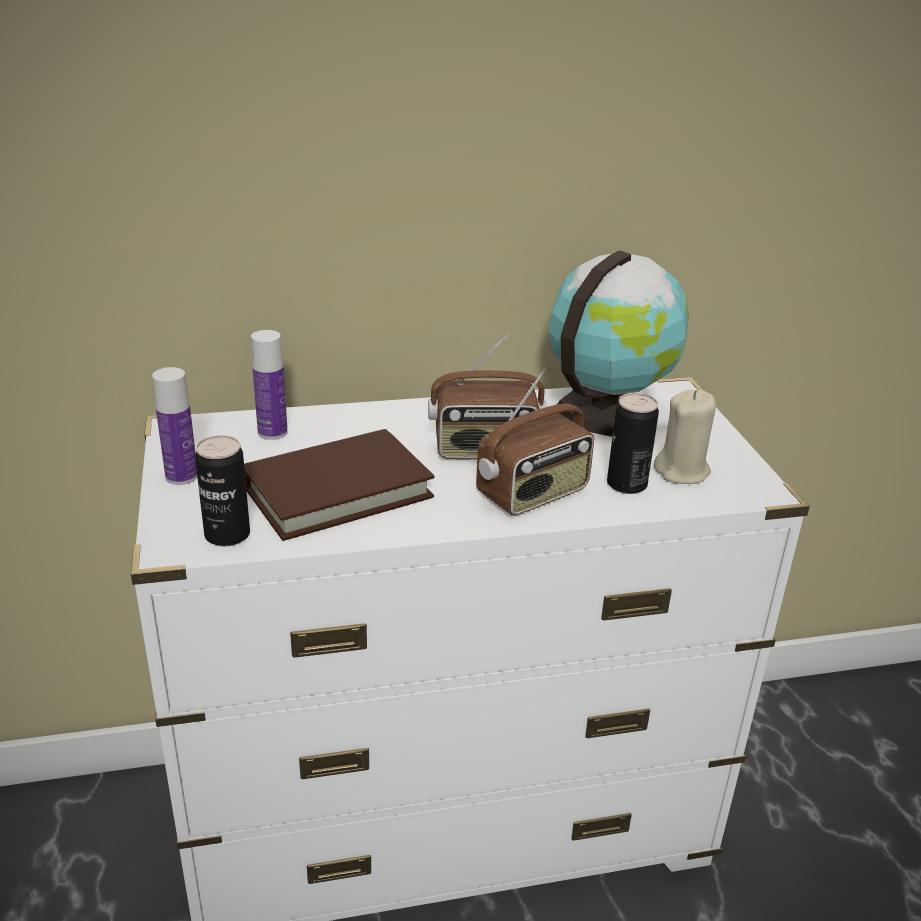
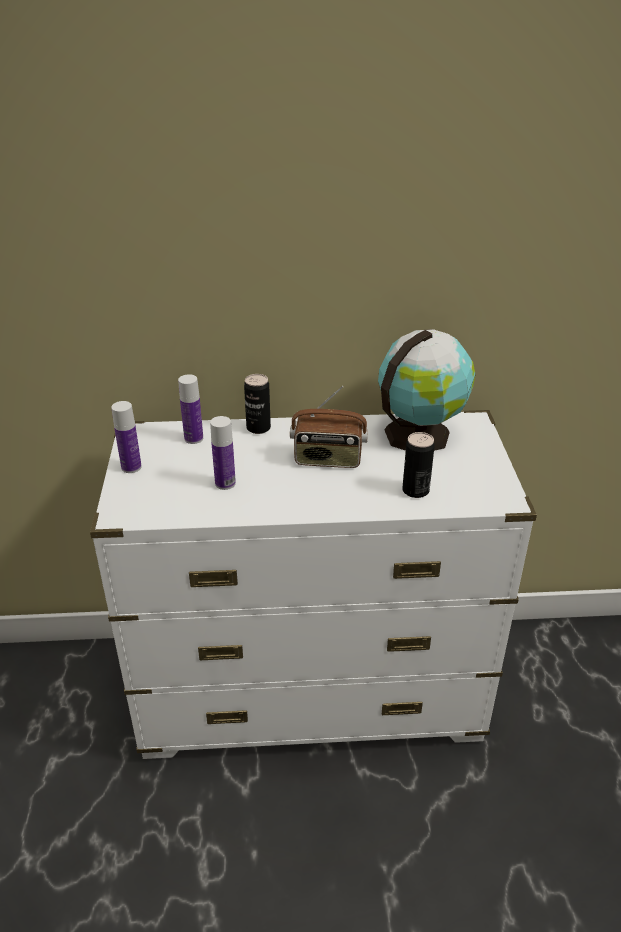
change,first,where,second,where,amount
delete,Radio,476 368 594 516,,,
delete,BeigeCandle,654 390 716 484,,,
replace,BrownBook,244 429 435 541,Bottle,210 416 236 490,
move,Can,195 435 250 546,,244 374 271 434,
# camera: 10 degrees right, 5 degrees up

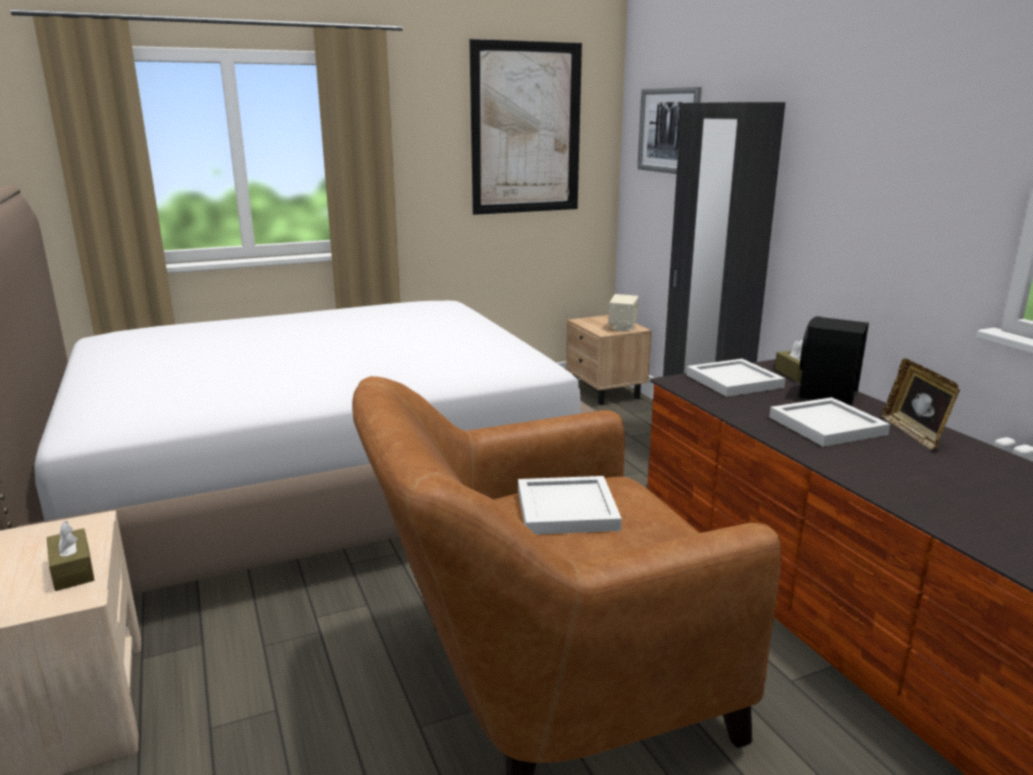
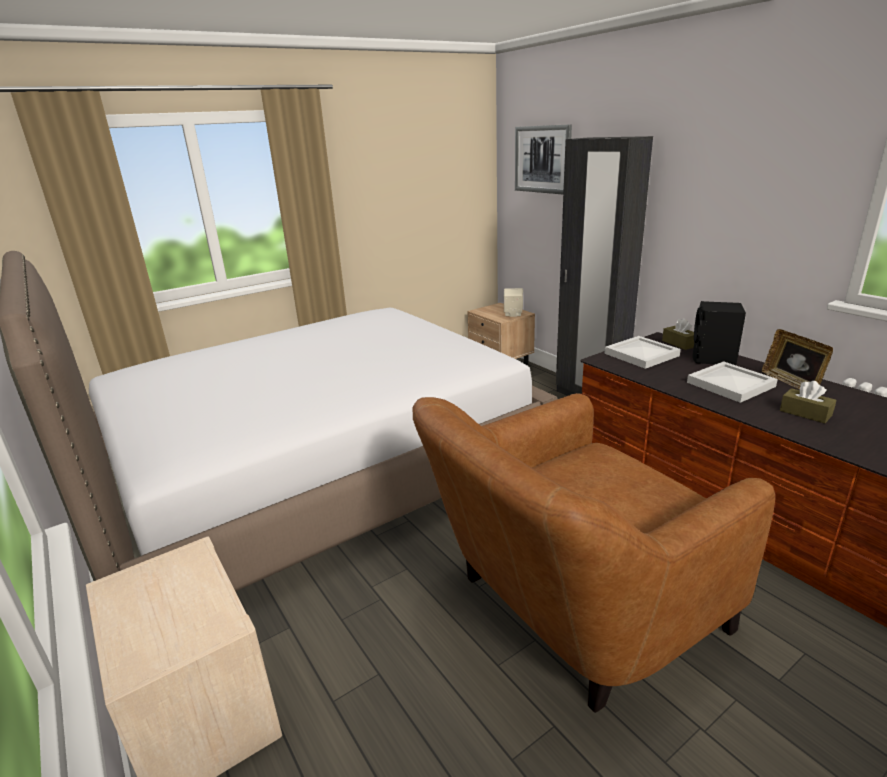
change,first,where,second,where,amount
delete,Picture,469 39 582 215,,,
delete,WhiteTray,518 476 622 535,,,
move,BrownTissueBox,47 521 94 591,,780 381 836 423,
# camera: 10 degrees left, 5 degrees up

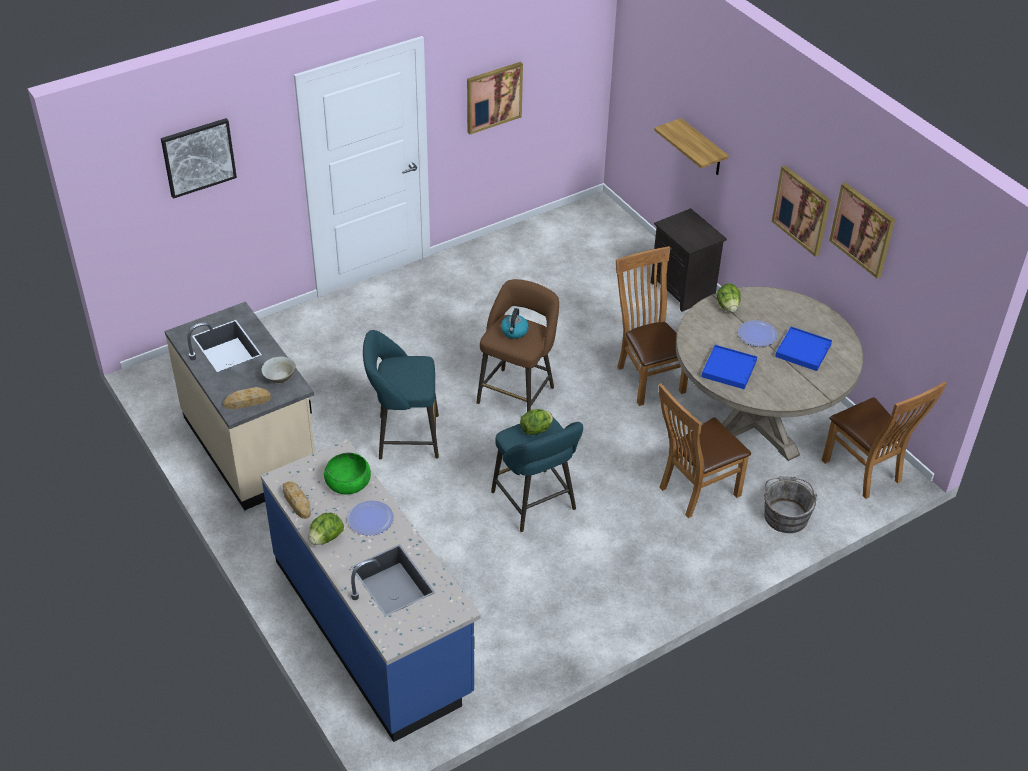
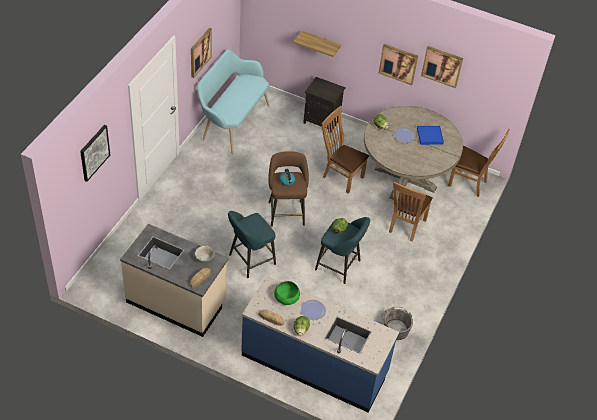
change,first,where,second,where,amount
delete,BlueTray,701 345 757 389,,,
move,GreyBucket,764 476 817 533,,382 307 413 340,
insert,,,TurquoiseBench,197 49 269 154,
# camera: 35 degrees left, 5 degrees up

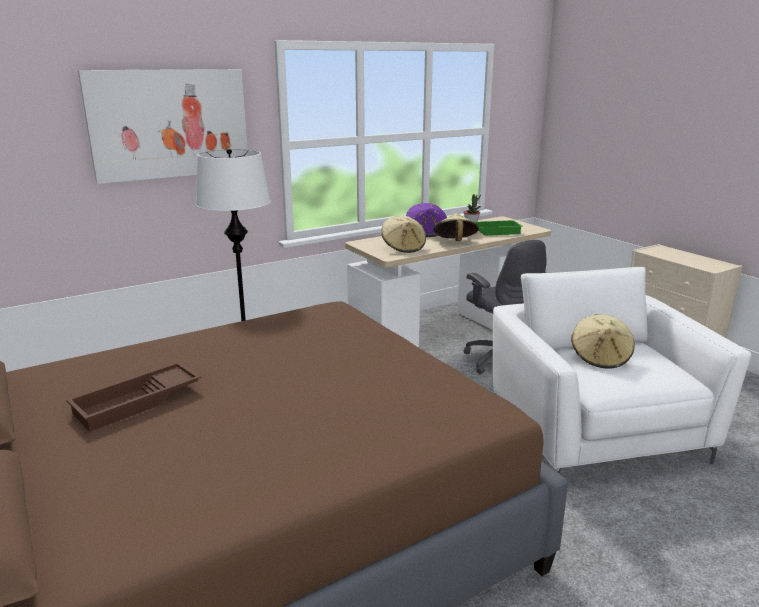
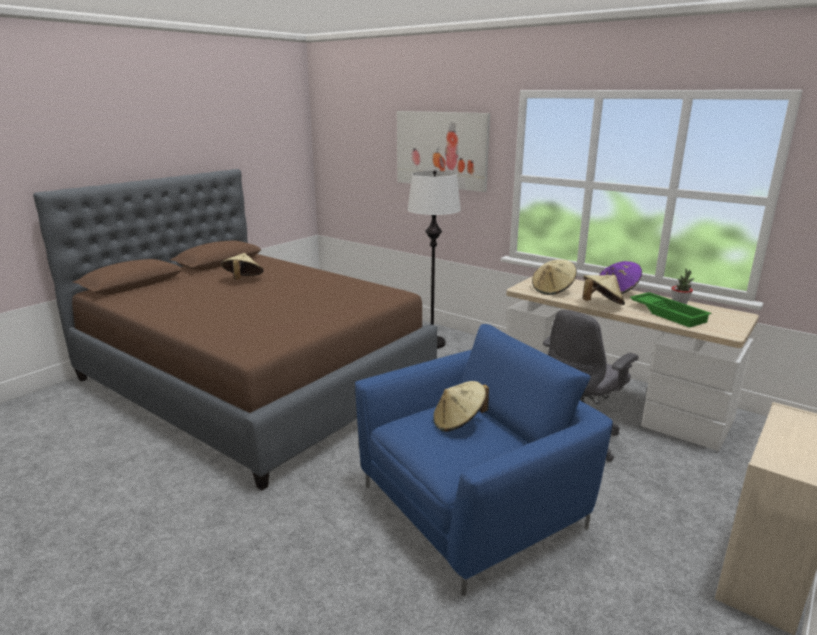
change,first,where,second,where,amount
recolor,WhiteArmchair,493 267 751 473,BlueArmchair,355 324 613 596,
replace,BrownTray,66 362 201 432,BeigeHat,221 253 264 280,
# camera: 70 degrees right, 0 degrees up

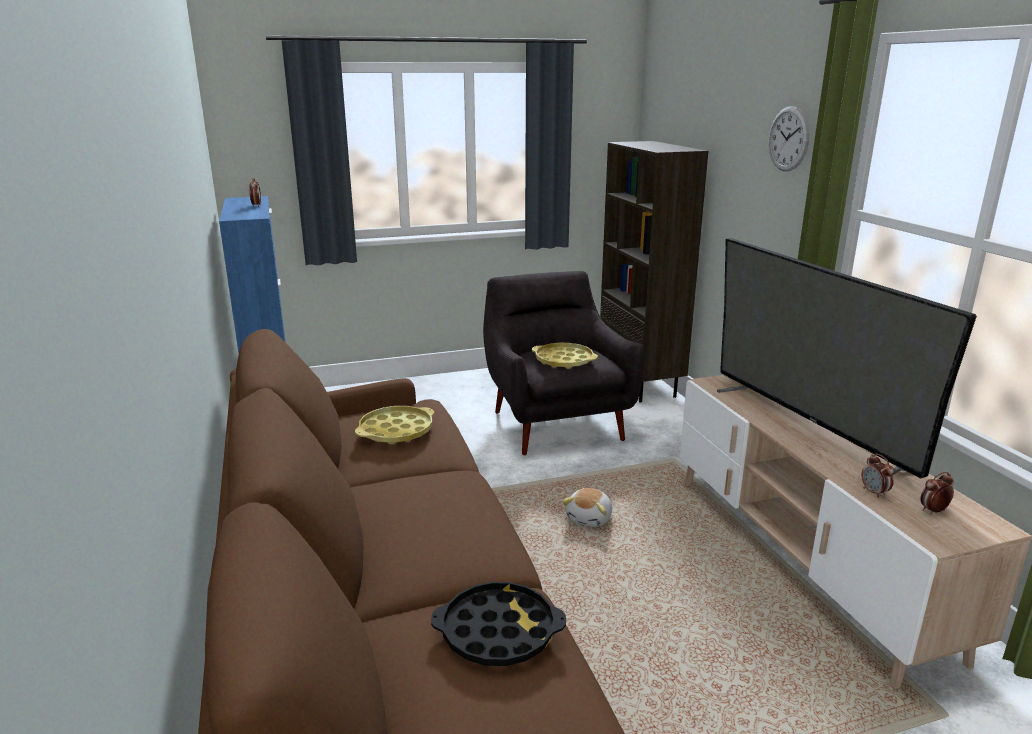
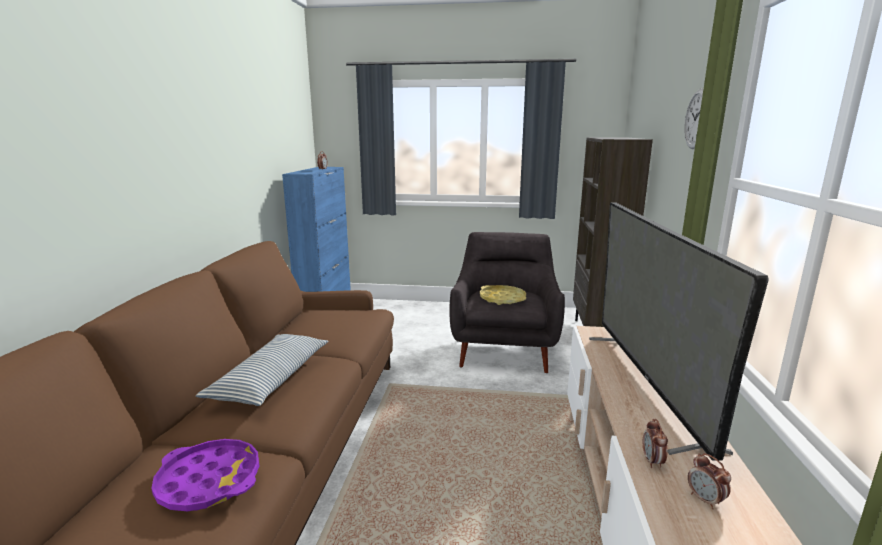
change,first,where,second,where,amount
delete,YellowTray,355 406 434 444,,,
rotate,AlarmClock,920 472 954 514,,688 453 731 509,120 degrees counterclockwise
delete,PlushToy,562 488 612 527,,,
recolor,BlackTray,431 582 566 666,PurpleTray,151 439 259 511,
insert,,,Pillow,196 334 328 406,
# camera: 25 degrees right, 5 degrees down

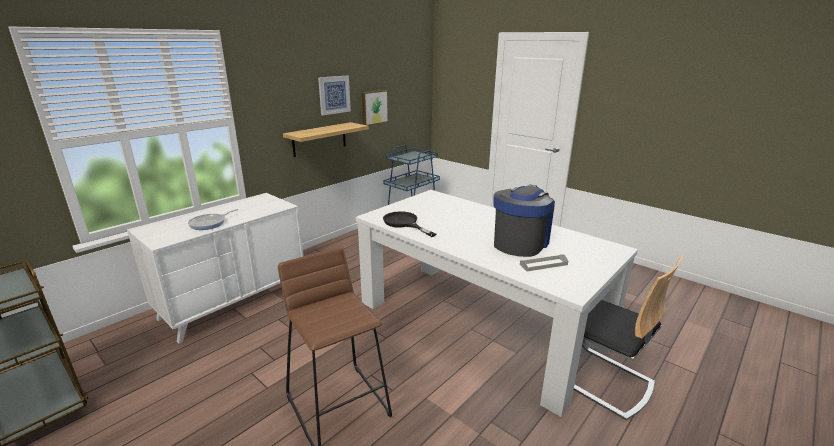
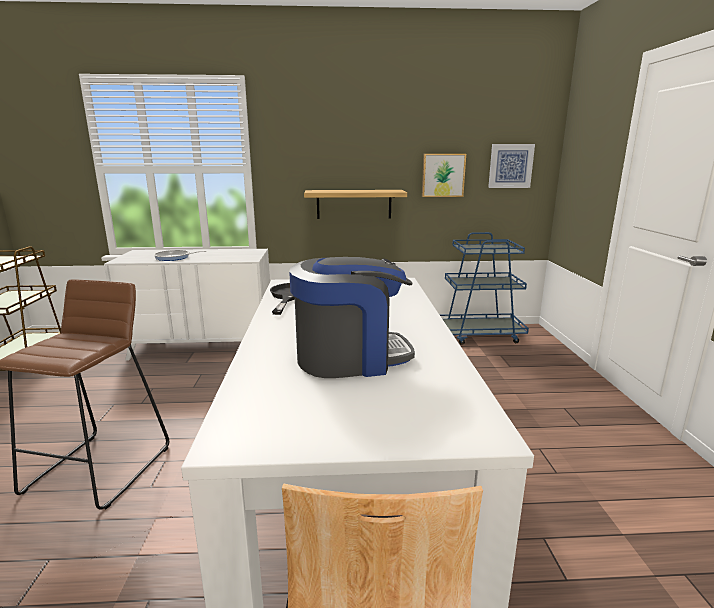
change,first,where,second,where,amount
move,Picture,318 76 351 115,,488 144 535 188,
delete,GreyTray,520 255 568 271,,,
# camera: 45 degrees right, 5 degrees down

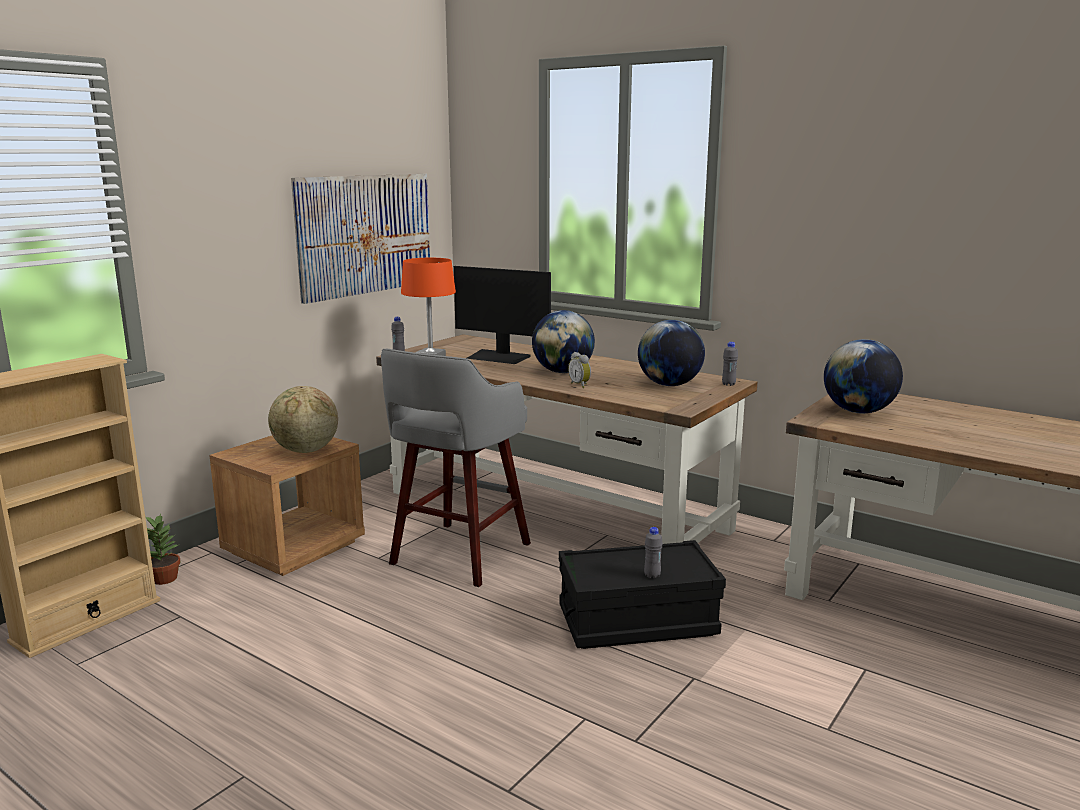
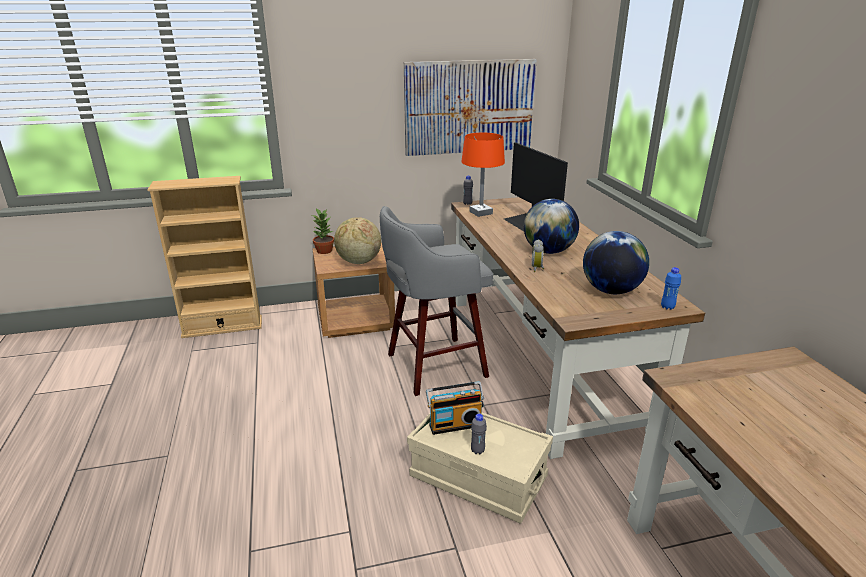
change,first,where,second,where,amount
delete,Globe,824 339 903 413,,,
recolor,GreyBottle,722 342 738 386,BlueBottle,661 267 681 310,
move,PottedPlant,146 514 181 585,,312 209 334 254,
recolor,BlackStorageBox,559 540 726 649,BeigeStorageBox,407 412 553 524,
insert,,,Radio,426 381 484 435,
# camera: 40 degrees right, 10 degrees up

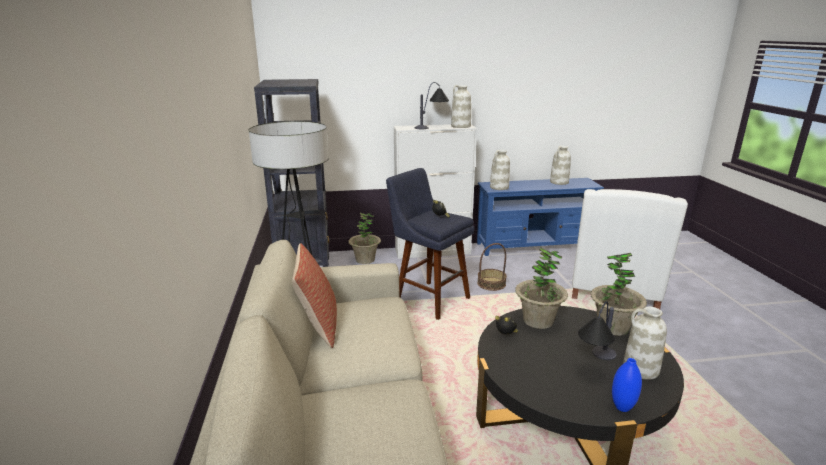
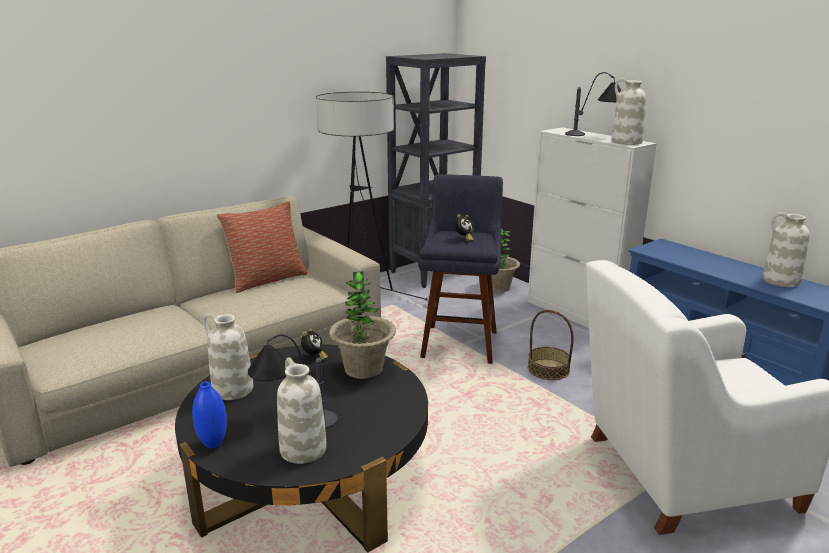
change,first,where,second,where,amount
move,WhiteVase,490 150 510 190,,203 313 253 400,
delete,PottedPlant,590 253 647 336,,,
# camera: 60 degrees right, 0 degrees up

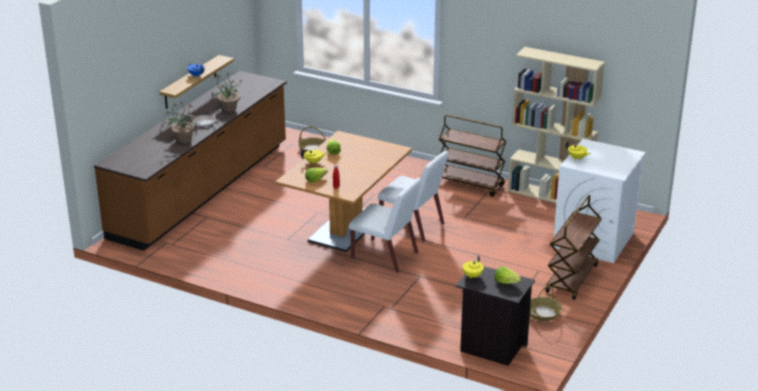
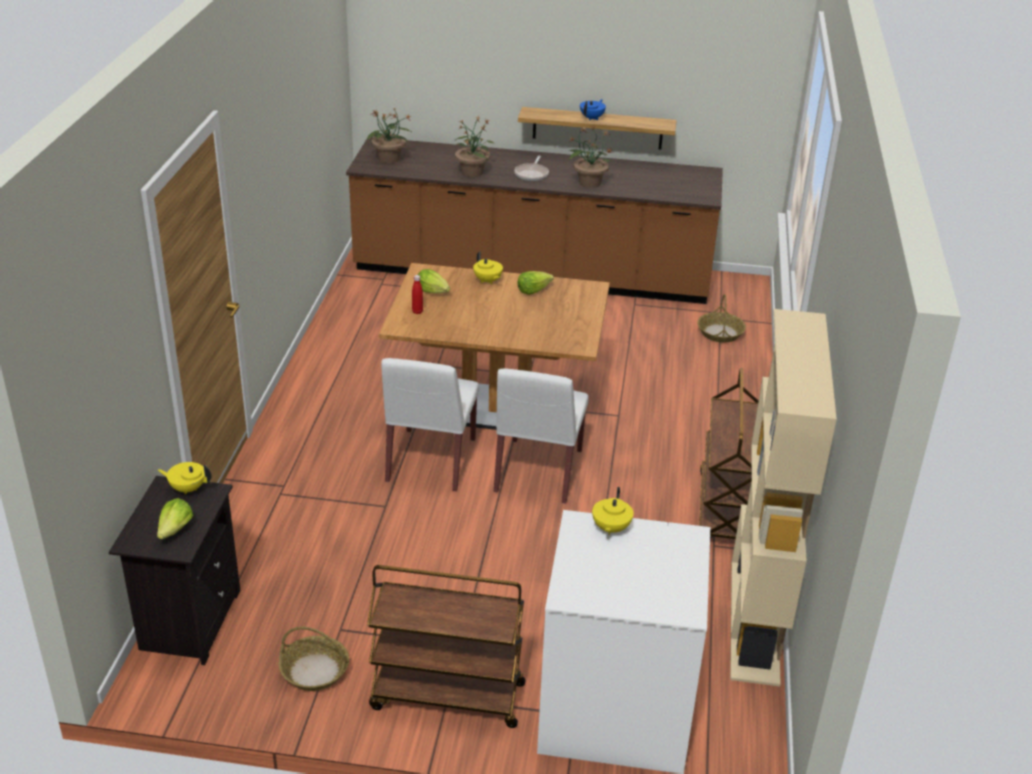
change,first,where,second,where,amount
insert,,,PottedPlant,367 108 411 163,
# camera: 70 degrees right, 5 degrees up

